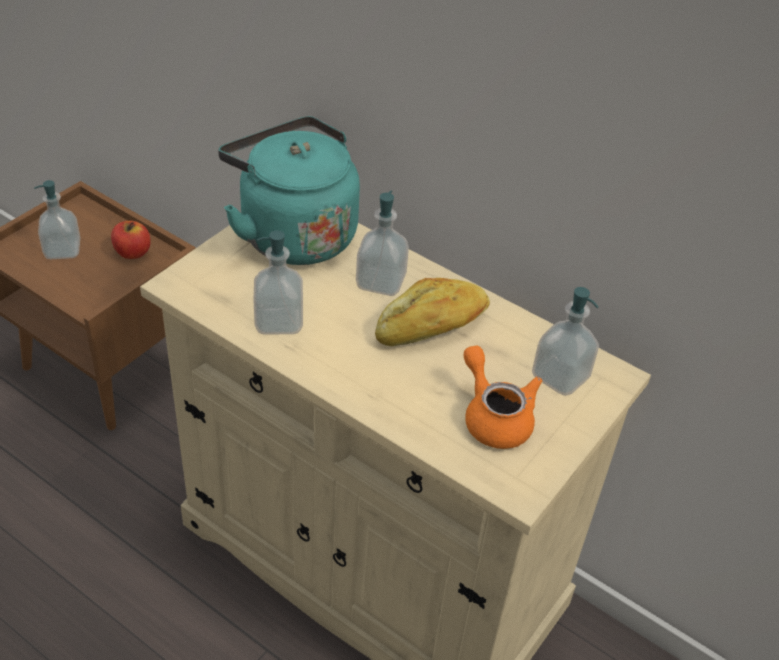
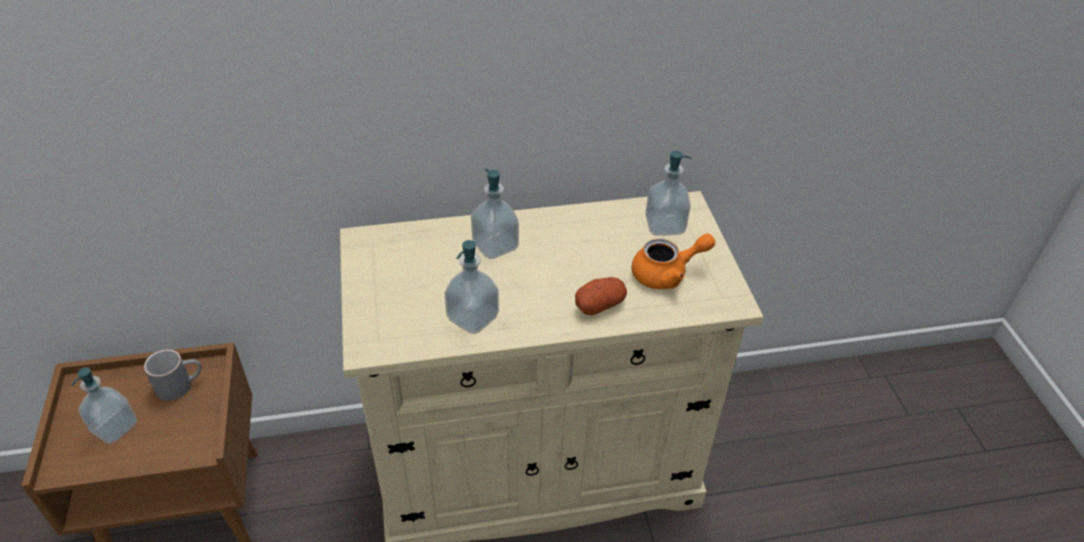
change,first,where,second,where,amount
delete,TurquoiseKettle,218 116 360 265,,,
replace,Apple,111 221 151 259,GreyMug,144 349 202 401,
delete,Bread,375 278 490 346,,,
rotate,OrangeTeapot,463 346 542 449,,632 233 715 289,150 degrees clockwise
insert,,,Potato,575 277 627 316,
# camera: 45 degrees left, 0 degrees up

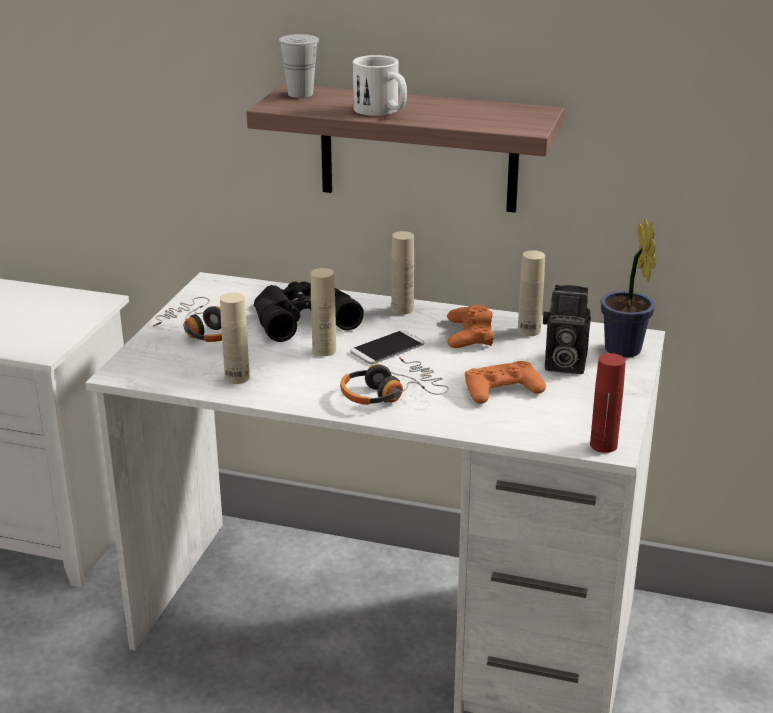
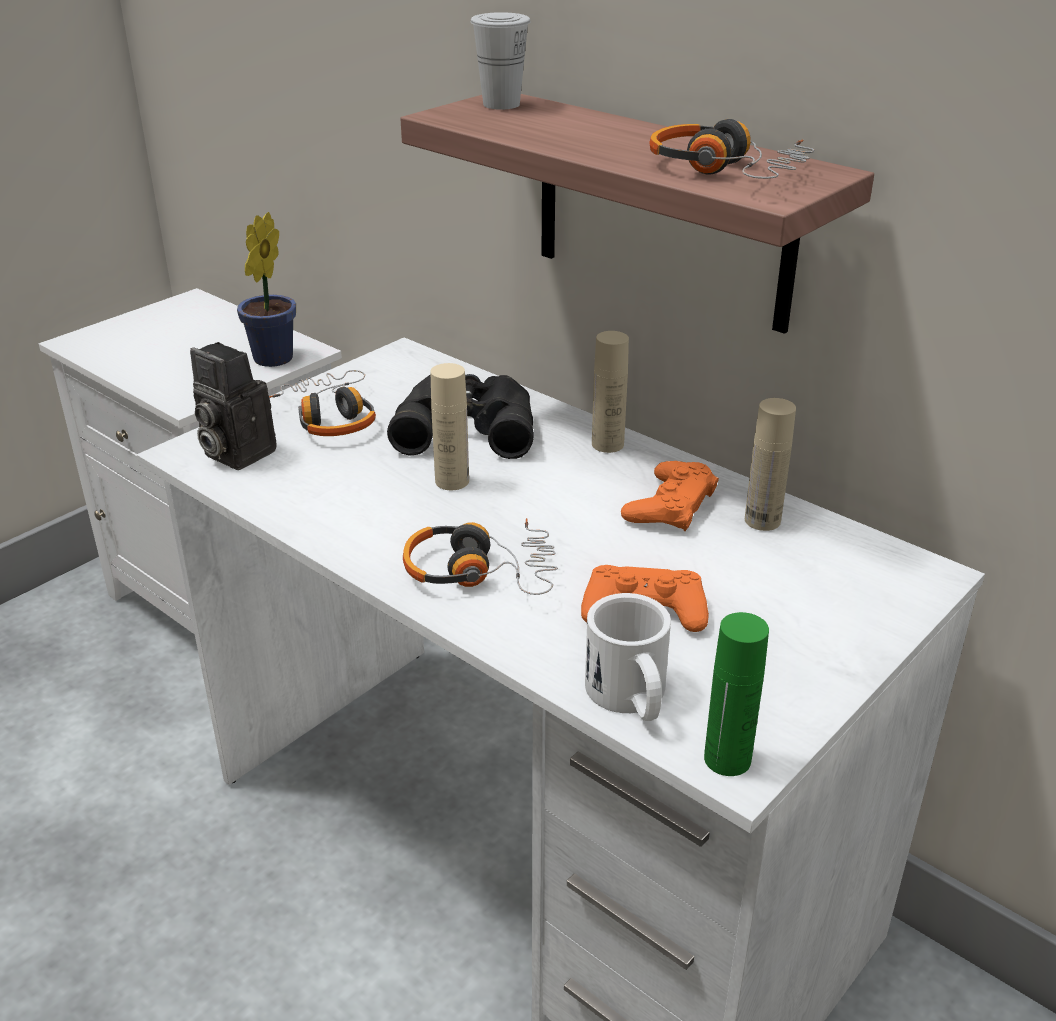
change,first,where,second,where,amount
move,WhiteMug,353 55 407 116,,585 593 671 721,
move,PottedPlant,601 218 656 358,,237 212 296 367,
move,PhotoCamera,543 285 591 374,,190 342 277 470,
delete,BeigeBottle,220 292 250 384,,,
delete,Phone,350 330 425 364,,,
recolor,RedBottle,590 353 626 453,GreenBottle,704 612 769 776,
insert,,,Headphones,649 119 814 179,
# camera: 25 degrees right, 5 degrees up

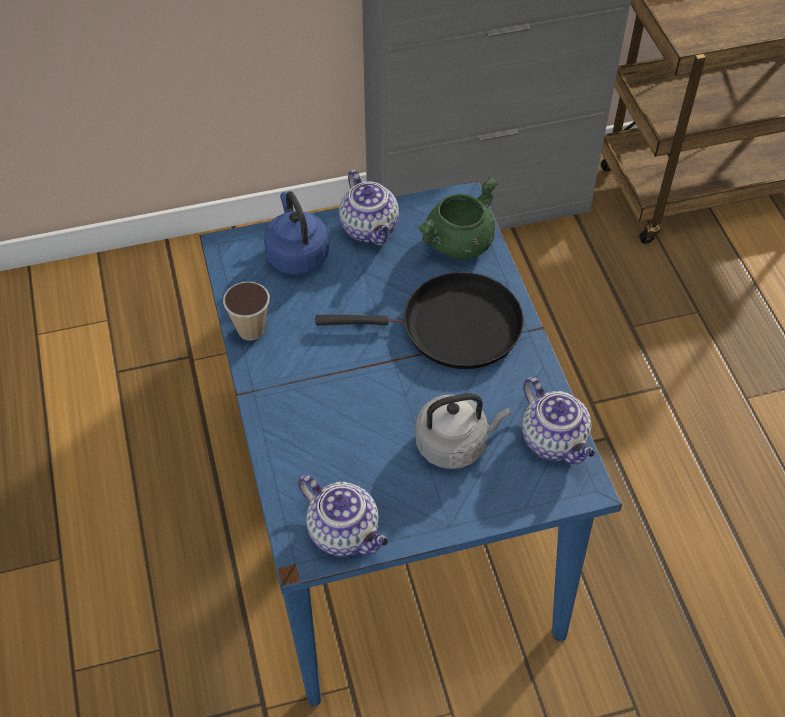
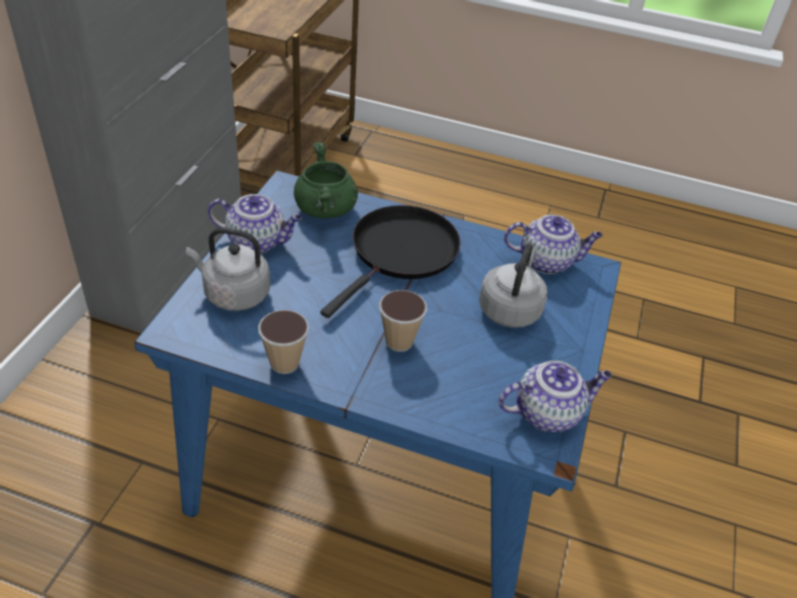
change,first,where,second,where,amount
recolor,BlueKettle,264 191 329 275,GreyKettle,186 228 270 311,
insert,,,Cup,379 290 427 352,
# camera: 60 degrees left, 10 degrees down

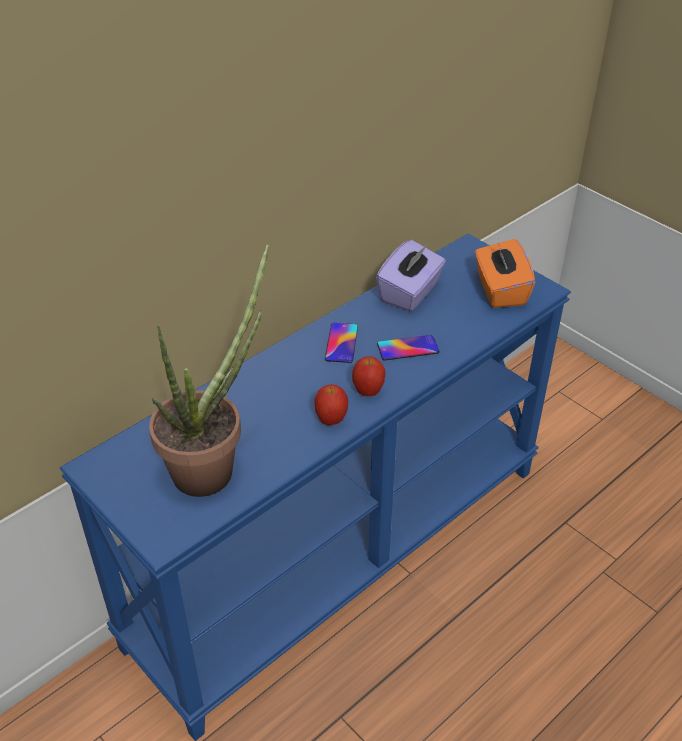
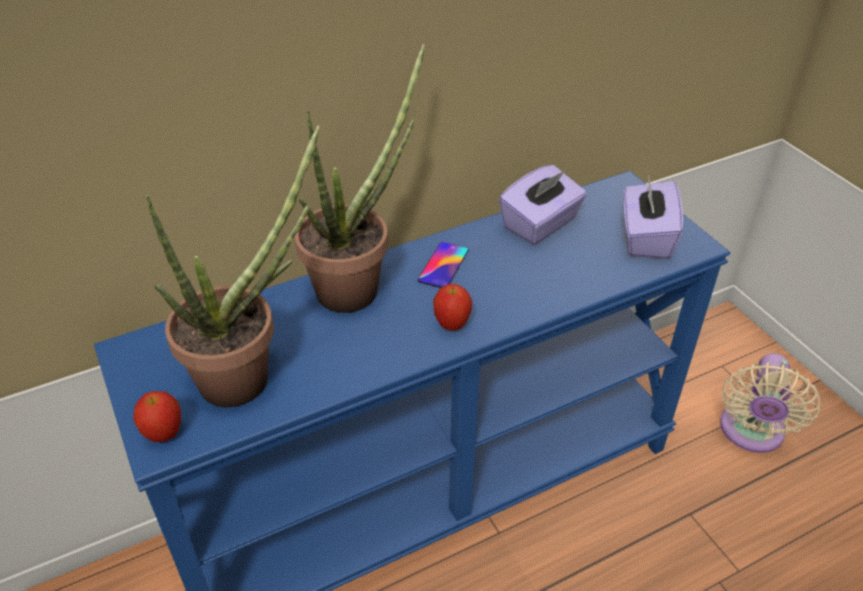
change,first,where,second,where,amount
recolor,OrangeTissueBox,475 239 535 308,PurpleTissueBox,623 178 683 259,
delete,Phone,377 335 439 360,,,
move,Apple,314 384 348 425,,133 391 181 442,
insert,,,PottedPlant,295 44 425 313,
insert,,,BeigeFan,720 353 821 453,
# camera: 15 degrees right, 0 degrees up

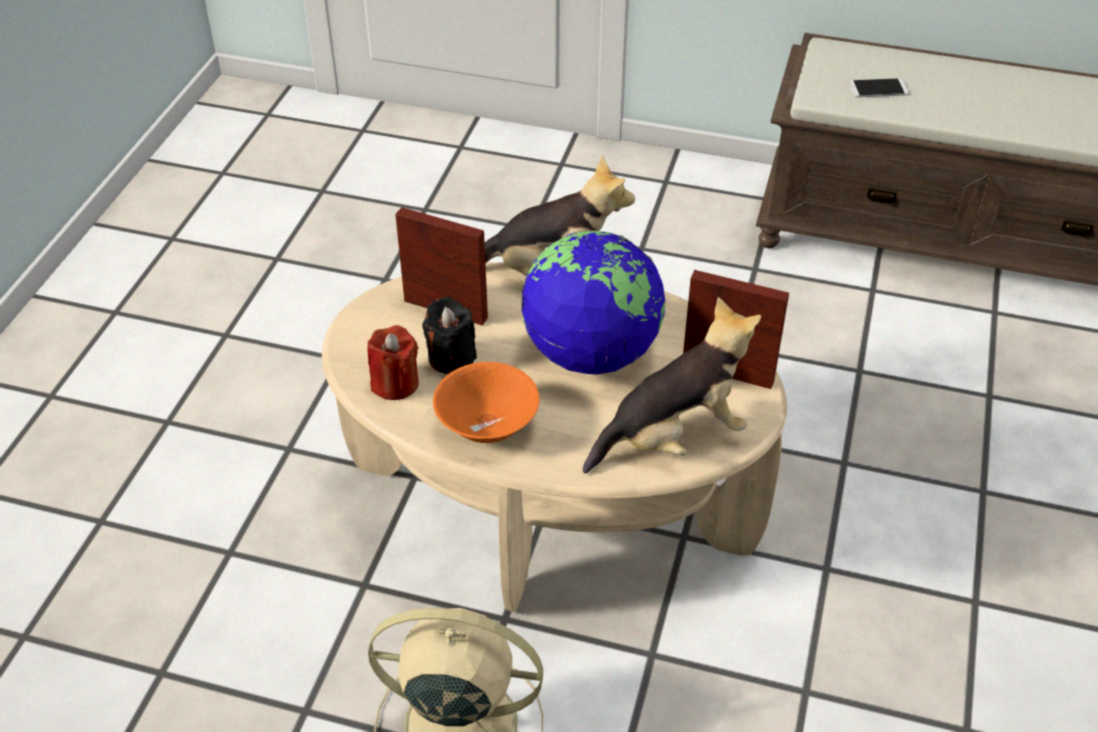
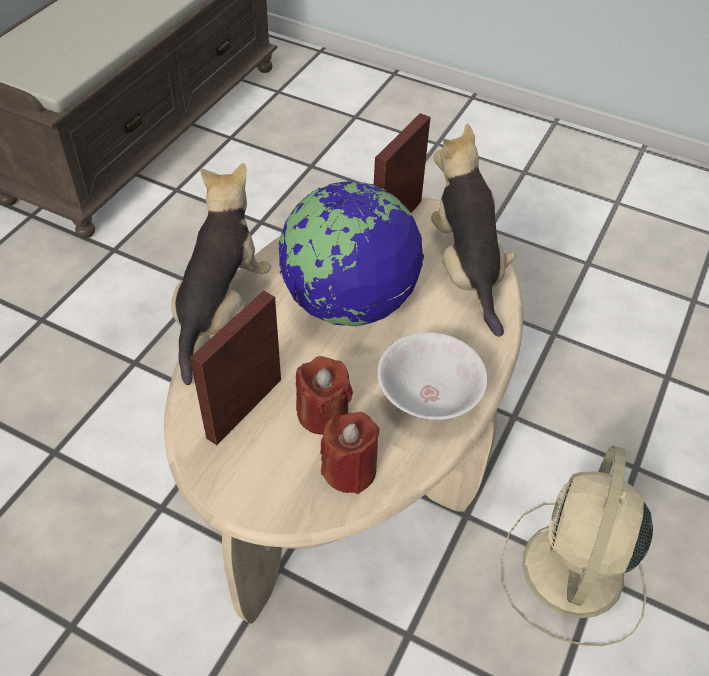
change,first,where,second,where,amount
delete,Phone,849 78 909 97,,,
recolor,BlackCandle,422 297 477 374,RedCandle,296 356 353 435,
recolor,OrangeBowl,433 362 540 443,WhiteBowl,377 332 487 420,
# camera: 80 degrees left, 5 degrees up

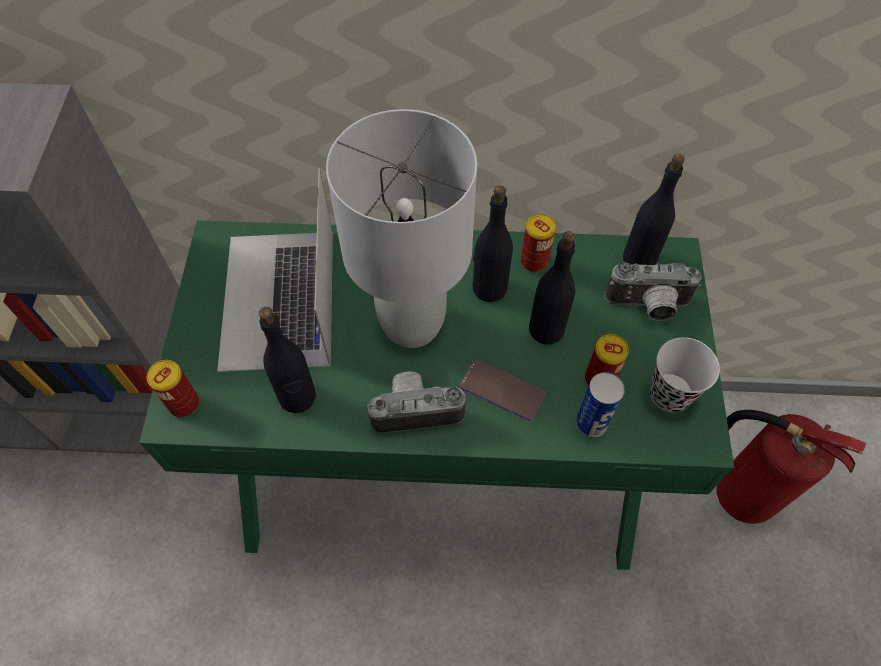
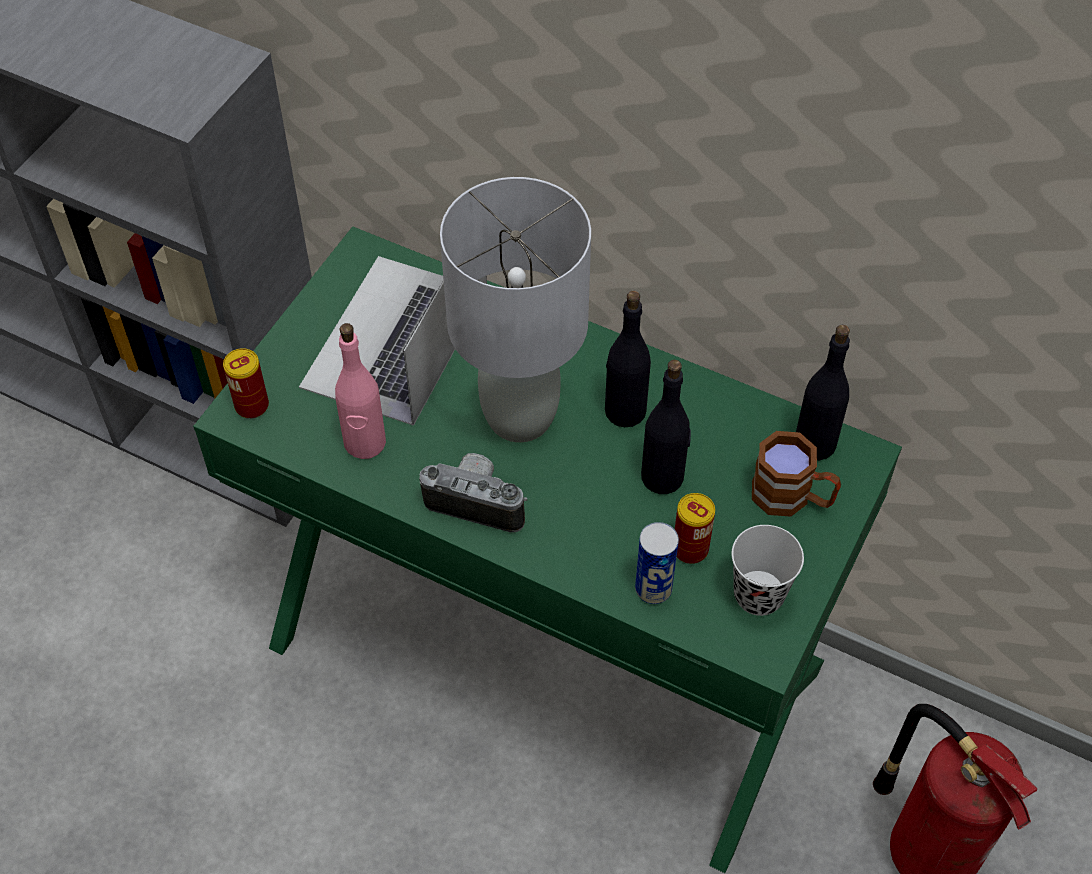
change,first,where,second,where,amount
delete,Can,521 214 556 272,,,
replace,PhotoCamera,604 262 702 321,BrownMug,752 431 841 517,
recolor,BlackBottle,259 307 316 413,PinkBottle,335 323 386 459,
delete,Phone,459 359 546 421,,,
# camera: 25 degrees right, 5 degrees down

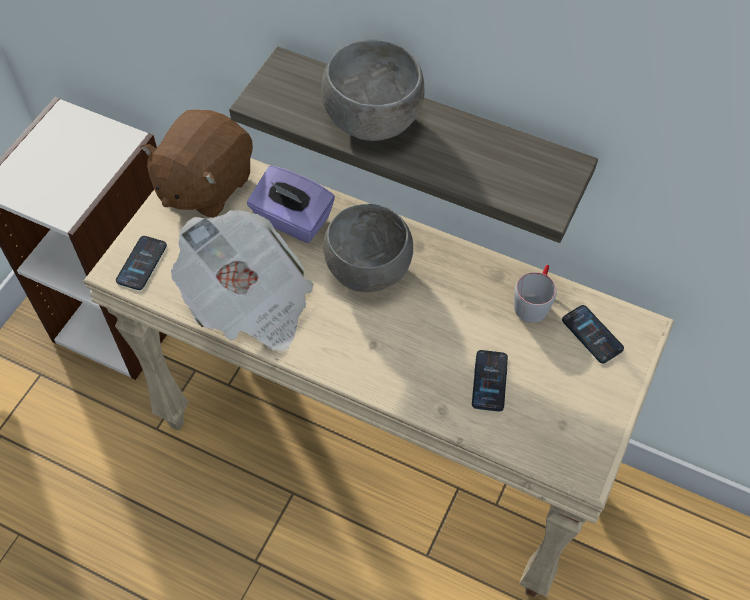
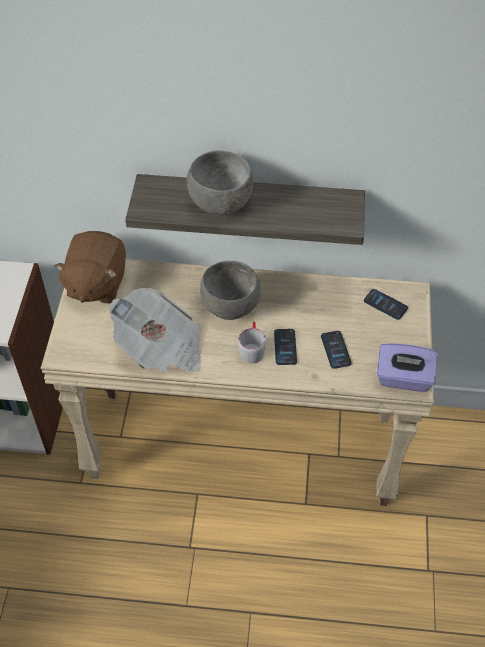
change,first,where,second,where,amount
move,PurpleTissueBox,247 166 335 243,,377 343 438 392,
move,Phone,116 236 167 290,,274 329 297 365,
move,GreyMug,514 265 556 323,,238 322 266 363,
# camera: 20 degrees left, 5 degrees down

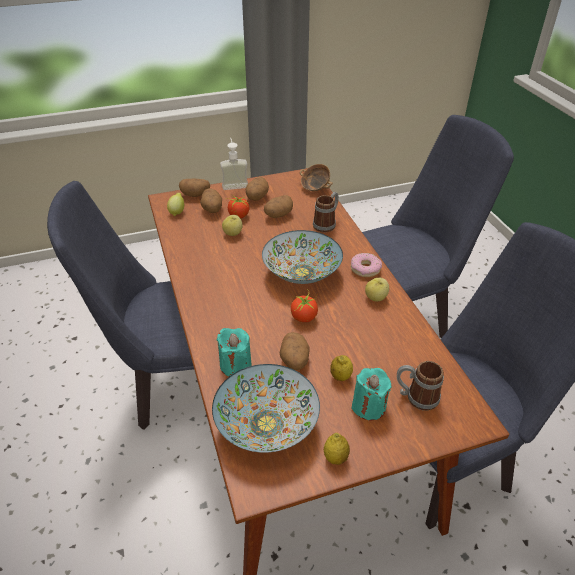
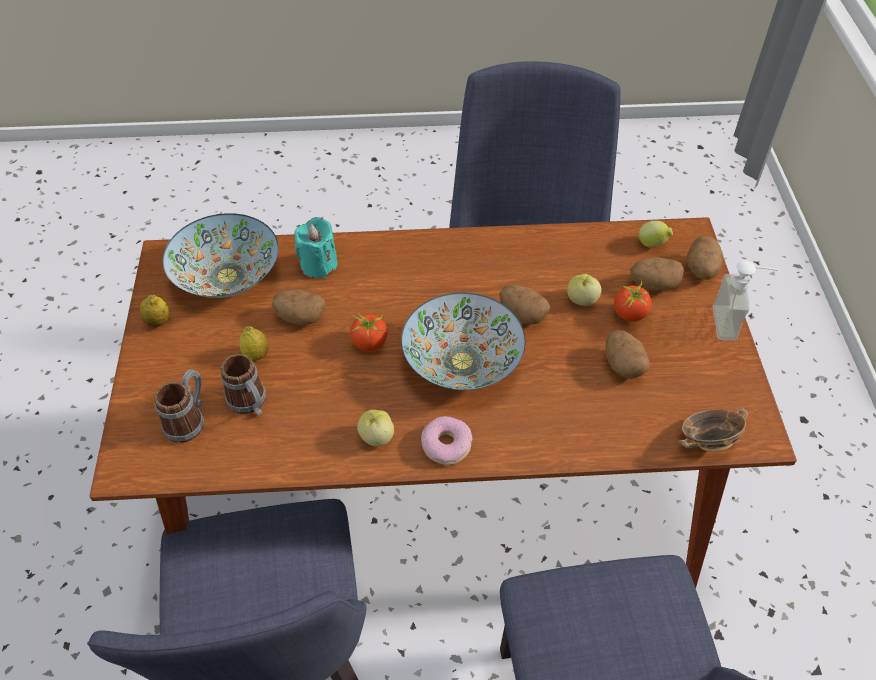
change,first,where,second,where,amount
move,Potato,246 177 269 201,,499 285 550 325,
move,Mug,313 192 339 232,,220 354 266 416,
delete,TurquoiseCandle,352 368 392 420,,,
# camera: 105 degrees right, 10 degrees up

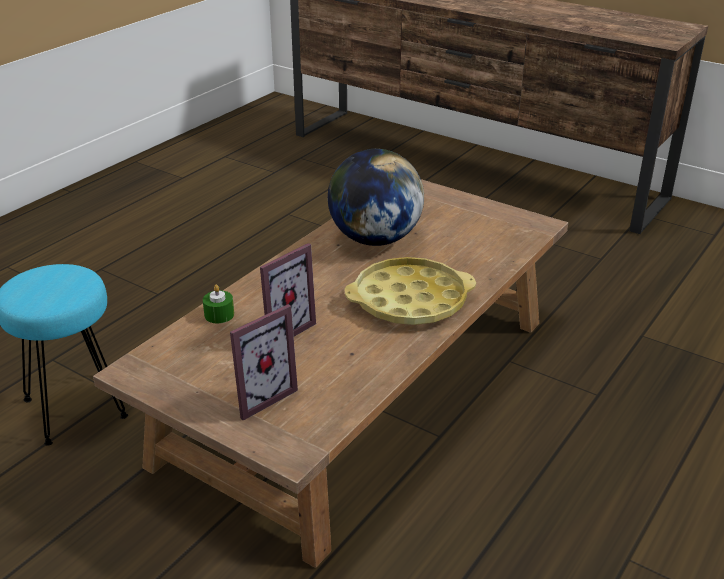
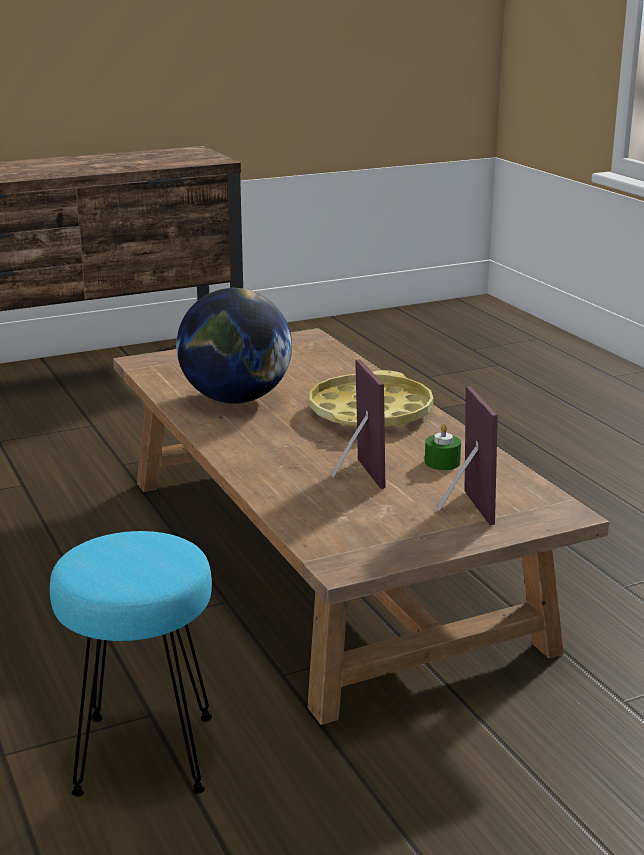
change,first,where,second,where,amount
move,GreenCandle,203 285 234 323,,425 423 461 470,
# camera: 60 degrees left, 10 degrees down

